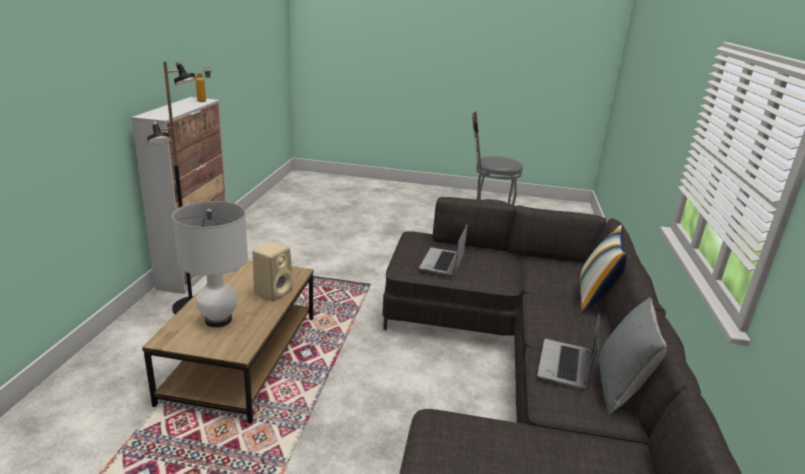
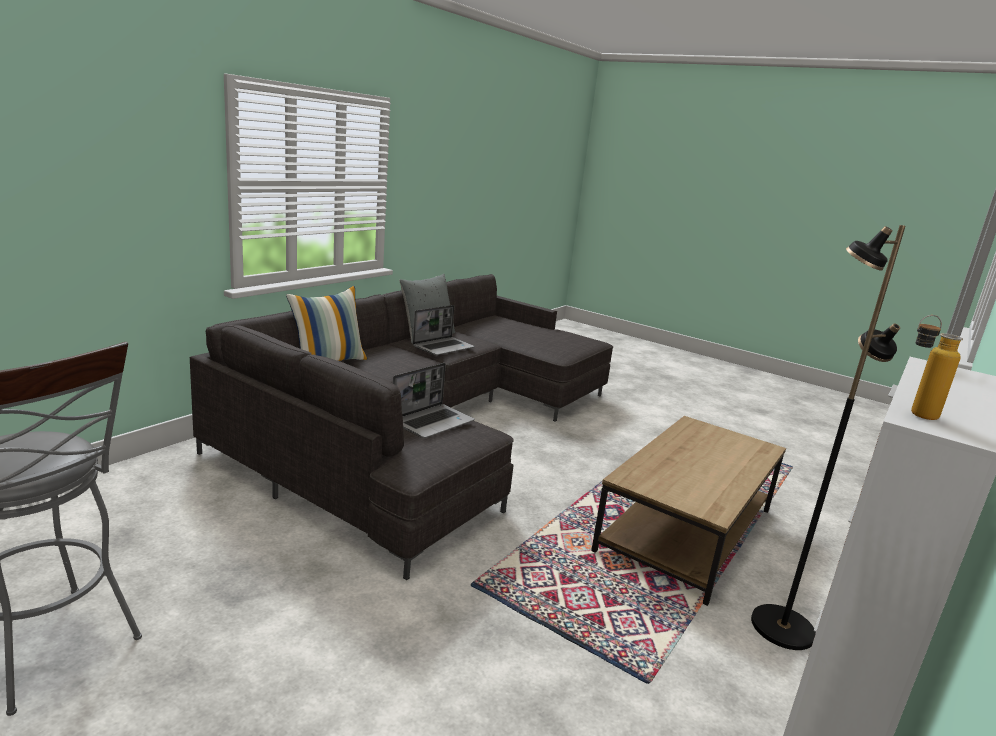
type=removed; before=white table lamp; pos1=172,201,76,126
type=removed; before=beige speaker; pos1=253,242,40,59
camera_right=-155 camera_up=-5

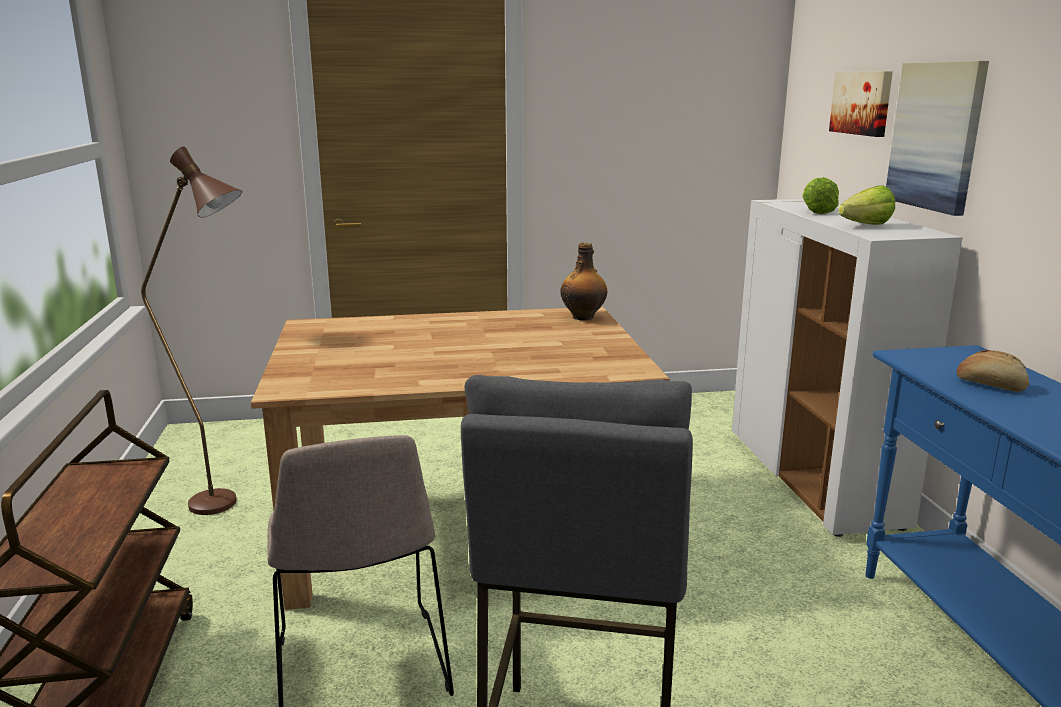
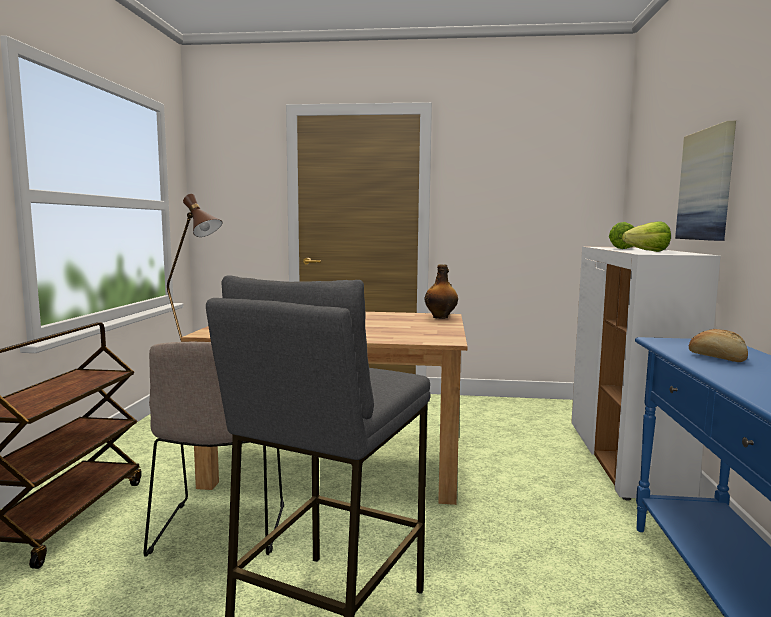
type=removed; before=picture; pos1=829,71,64,66
camera_right=15 camera_up=-10

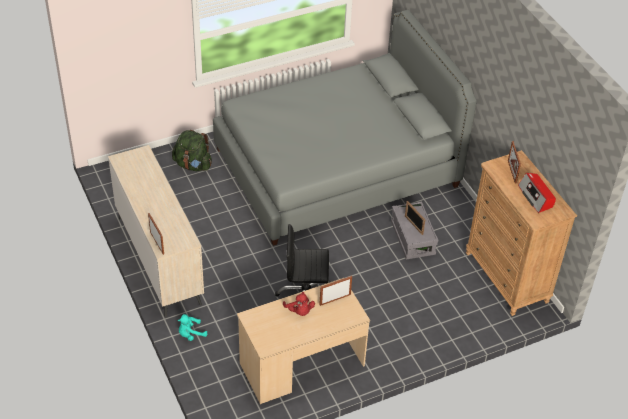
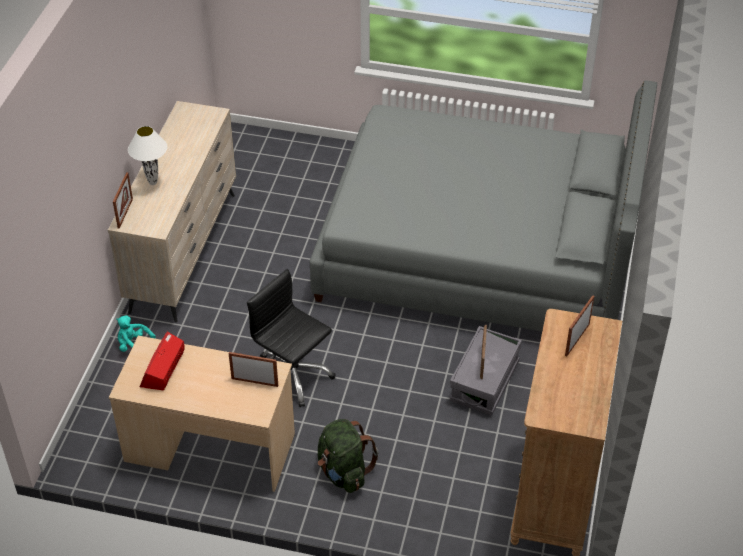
type=moved; before=green backpack; pos1=172,130,40,41; pos2=318,419,61,74
type=removed; before=red plush toy; pos1=283,292,32,24
type=moved; before=radio; pos1=518,173,38,40; pos2=140,332,45,59
type=added; after=white table lamp; pos2=128,126,40,59
camera_right=40 camera_up=0

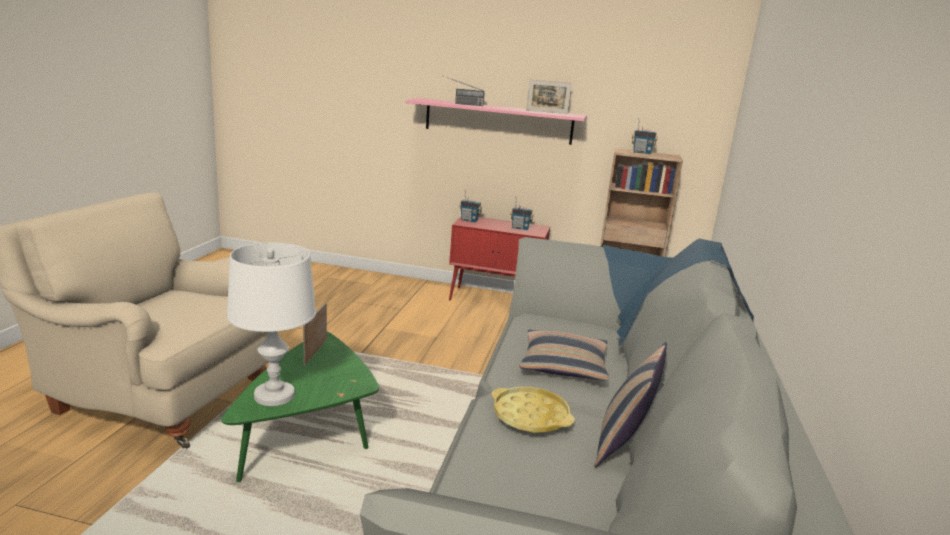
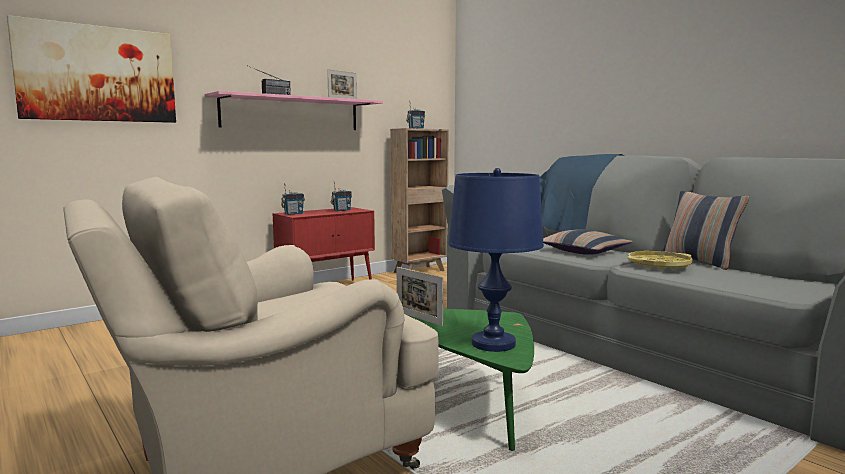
type=recoloured; before=white table lamp; after=blue table lamp; pos1=227,243,89,163; pos2=449,168,95,184
type=added; after=picture; pos2=7,15,169,108
camera_right=-50 camera_up=-10

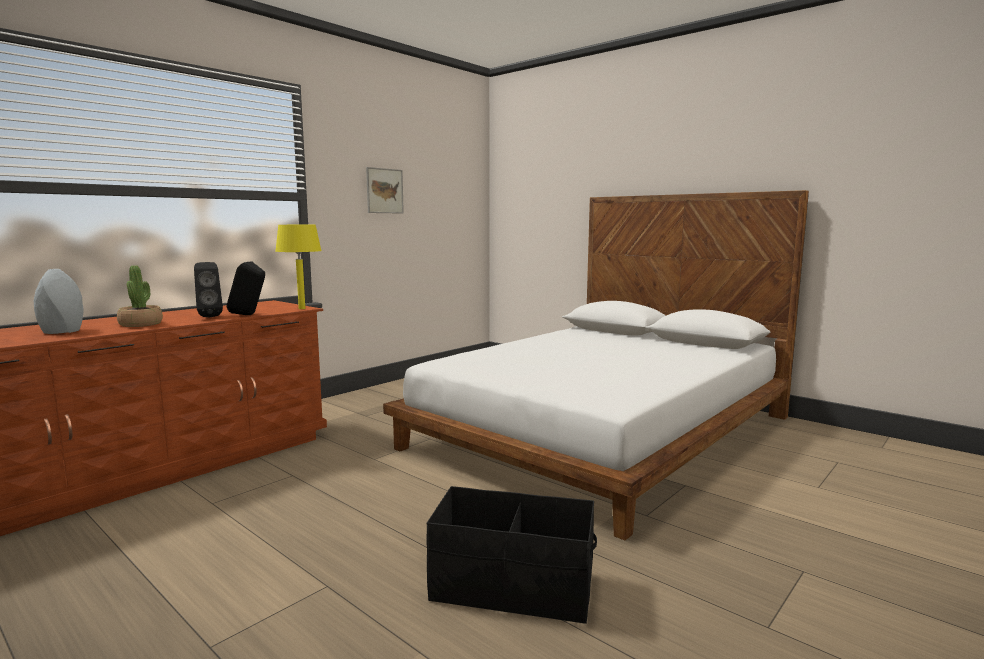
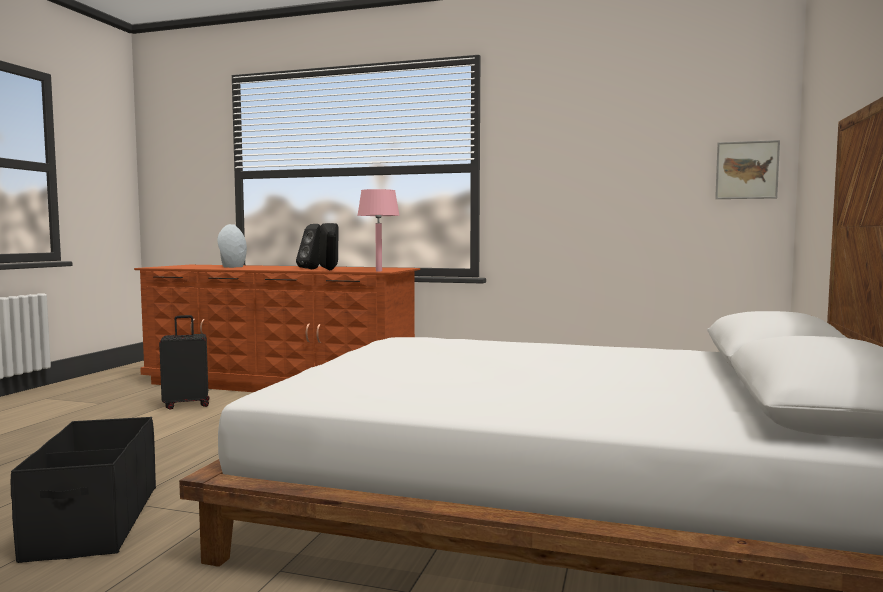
type=removed; before=potted plant; pos1=117,265,46,62
type=recoloured; before=yellow table lamp; after=pink table lamp; pos1=275,225,47,84; pos2=357,189,43,82
type=moved; before=picture; pos1=366,167,38,47; pos2=715,140,65,59
type=added; after=black suitcase; pos2=159,315,50,94
camera_right=65 camera_up=-5

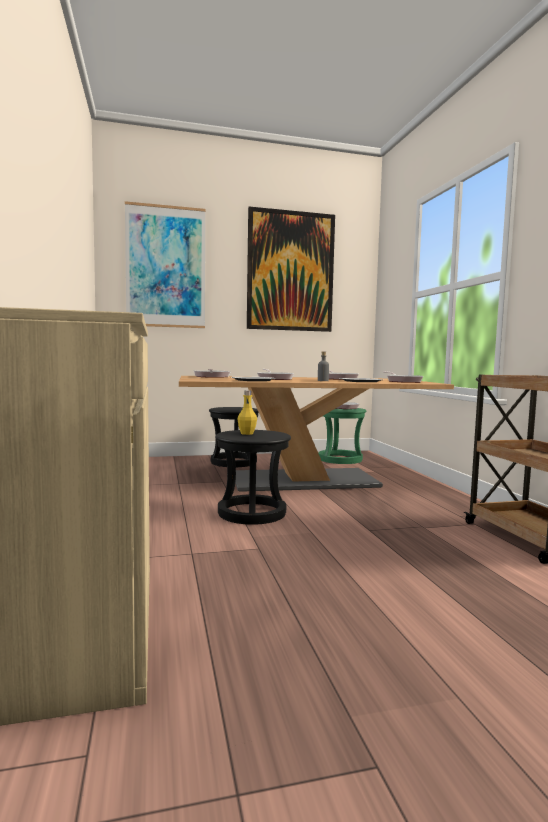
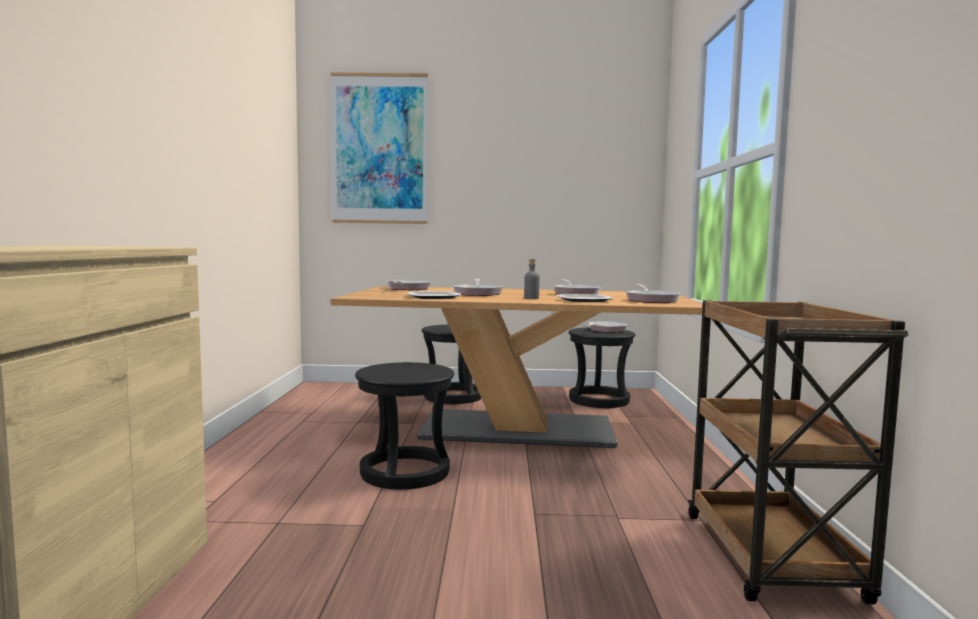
type=removed; before=yellow bottle; pos1=237,390,20,45
type=removed; before=picture; pos1=247,207,88,125
type=recoloured; before=green stool; after=black stool; pos1=318,408,48,56; pos2=568,327,67,81
camera_right=15 camera_up=0

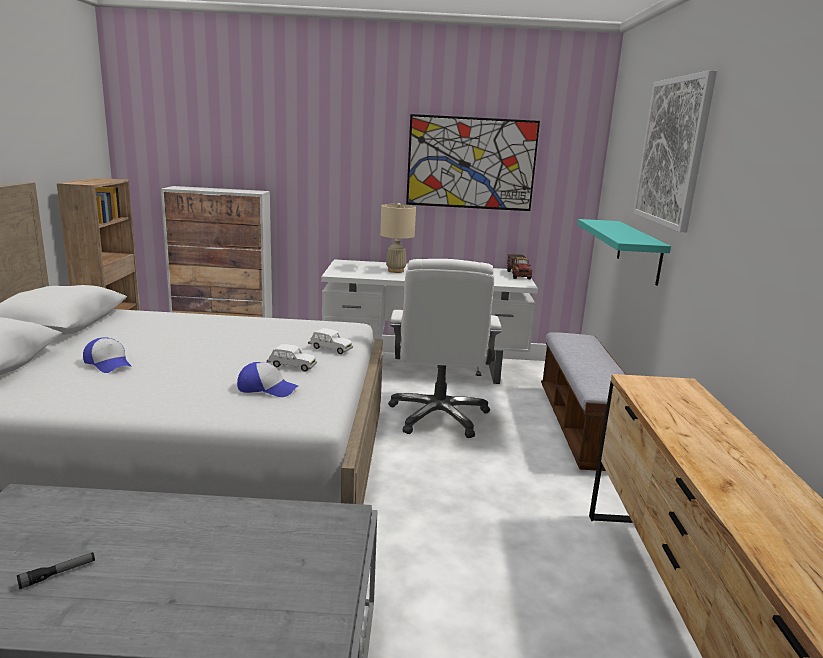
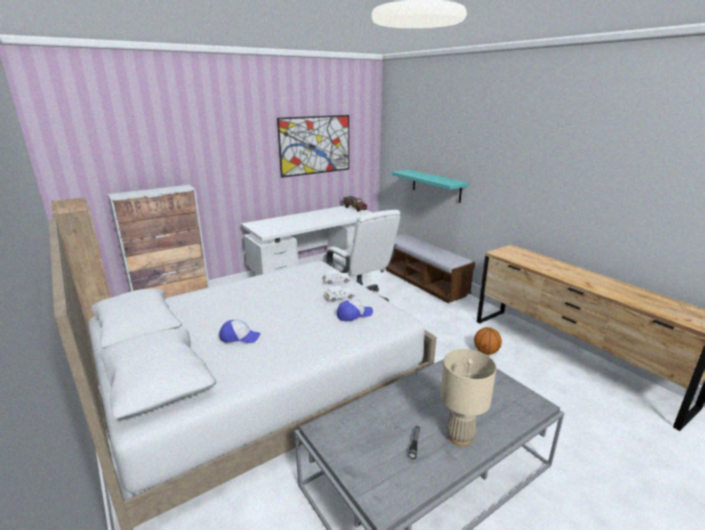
type=moved; before=beige table lamp; pos1=380,203,36,70; pos2=440,349,56,97
type=removed; before=picture; pos1=633,70,84,163
type=added; after=basketball; pos2=474,327,28,28
camera_right=-35 camera_up=5

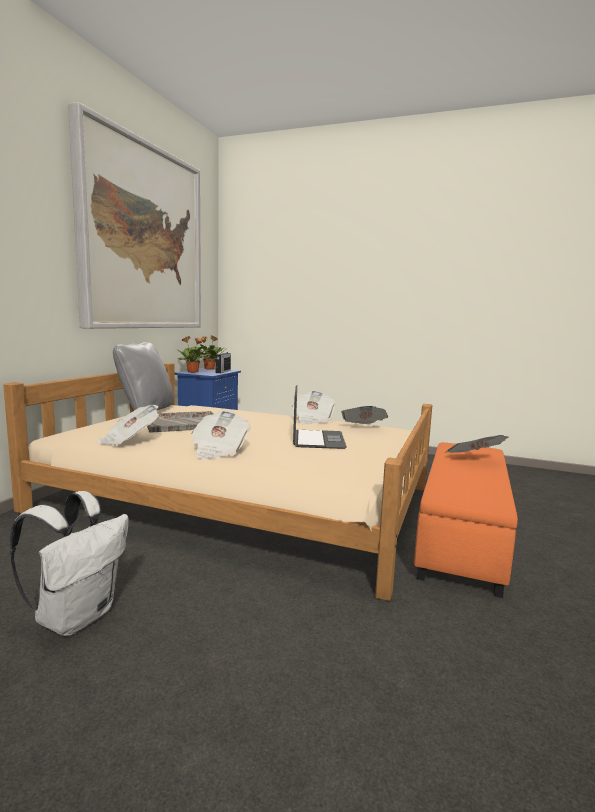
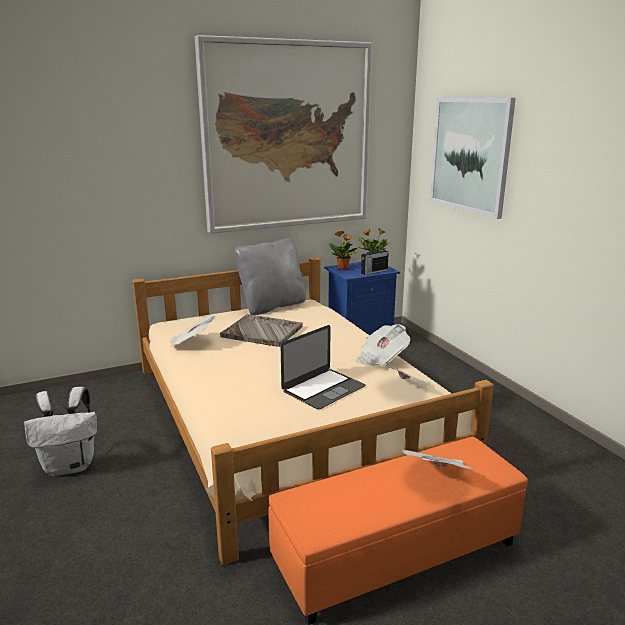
type=removed; before=newspaper; pos1=191,411,60,48
type=added; after=picture; pos2=430,97,86,122
camera_right=45 camera_up=10

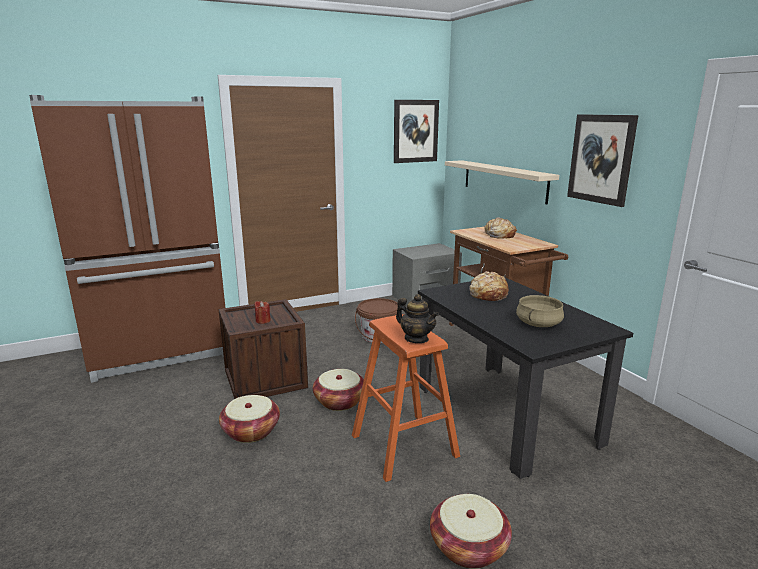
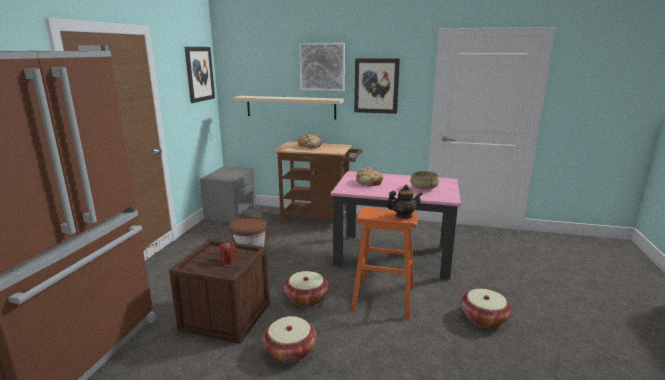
type=recoloured; before=black dining table; after=pink dining table; pos1=418,278,215,201; pos2=331,171,130,108
type=added; after=picture; pos2=299,43,46,48
camera_right=-50 camera_up=0

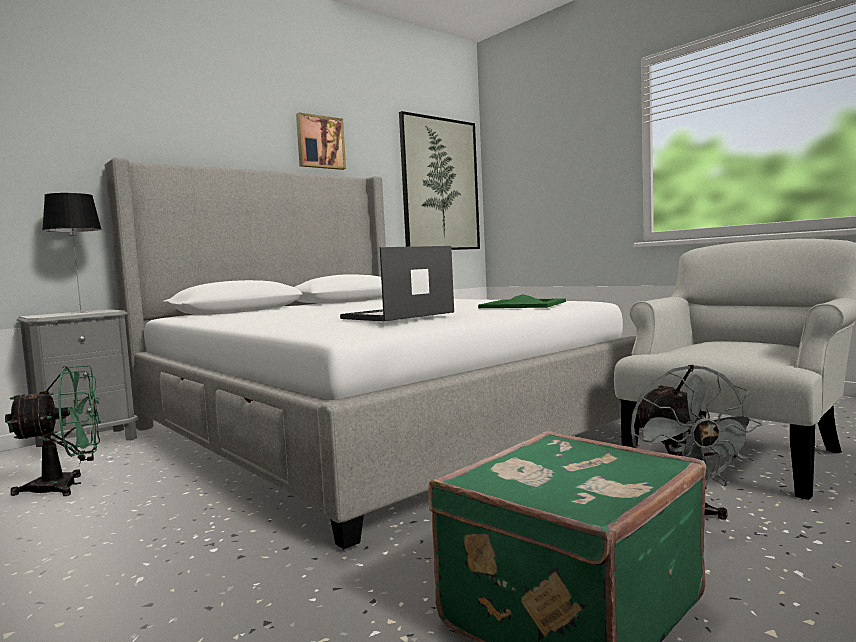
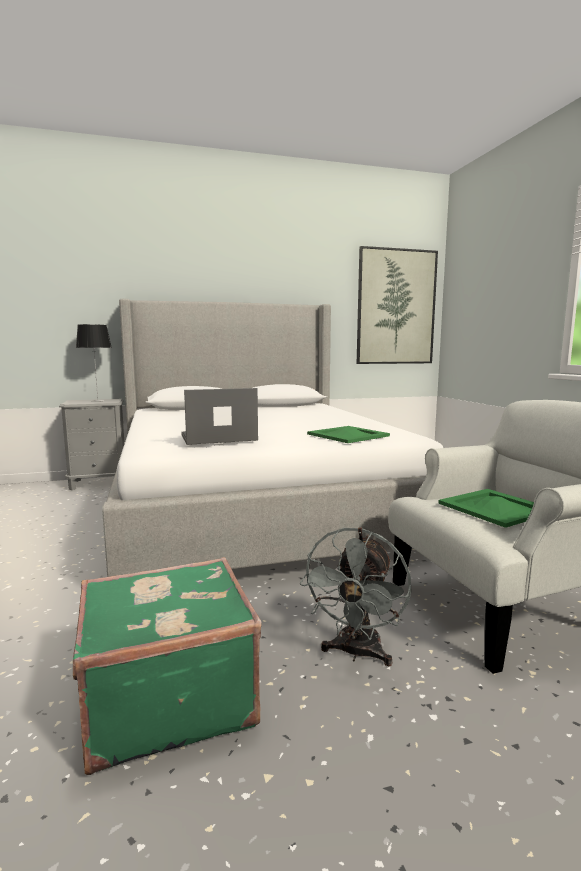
type=removed; before=green fan; pos1=5,365,96,131
type=removed; before=picture; pos1=296,112,50,58
type=added; after=green tray; pos2=438,489,96,39
camera_right=25 camera_up=5

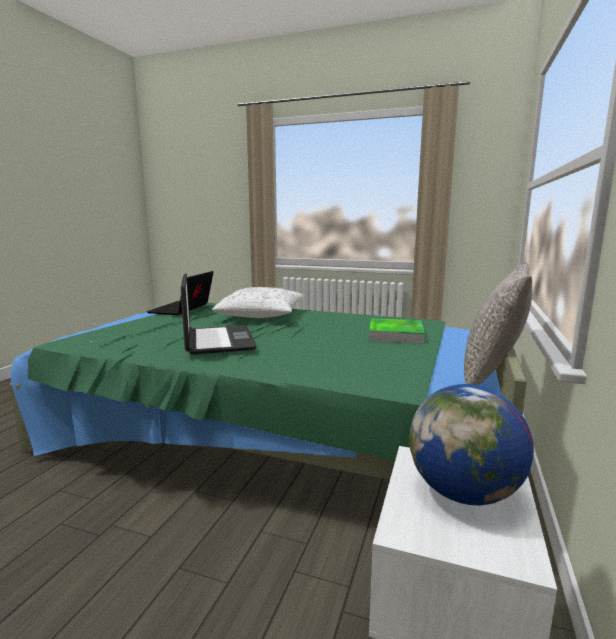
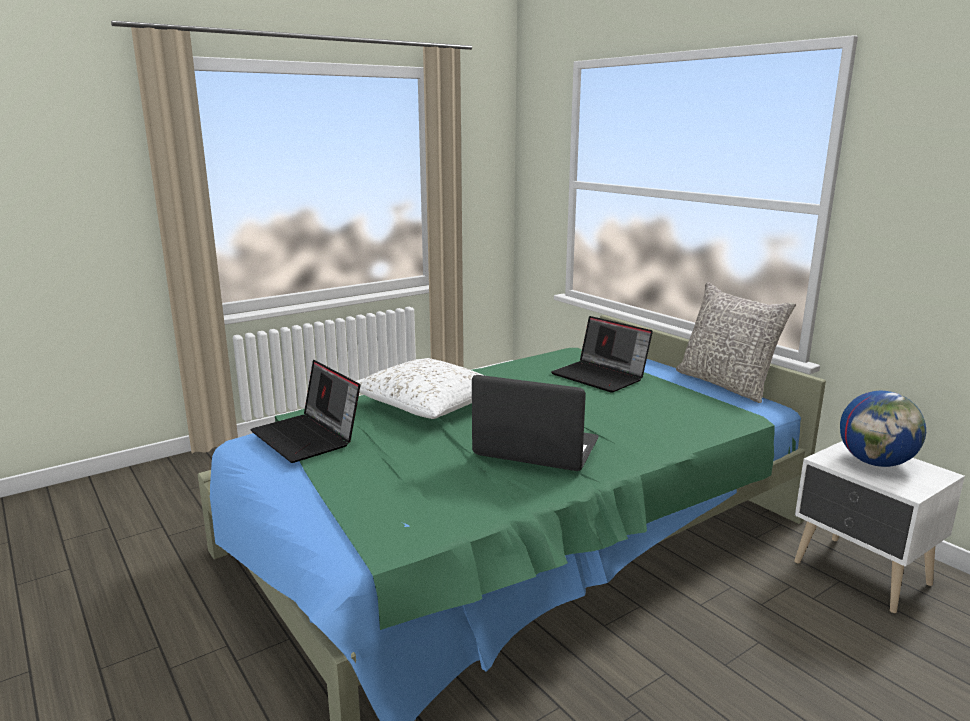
type=replaced; before=tray; after=laptop; pos1=369,318,56,26; pos2=551,316,102,77
camera_right=-55 camera_up=5

